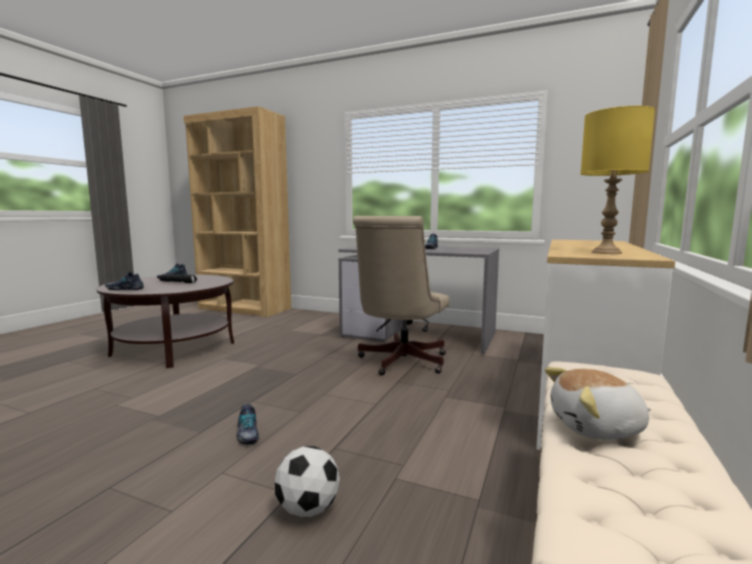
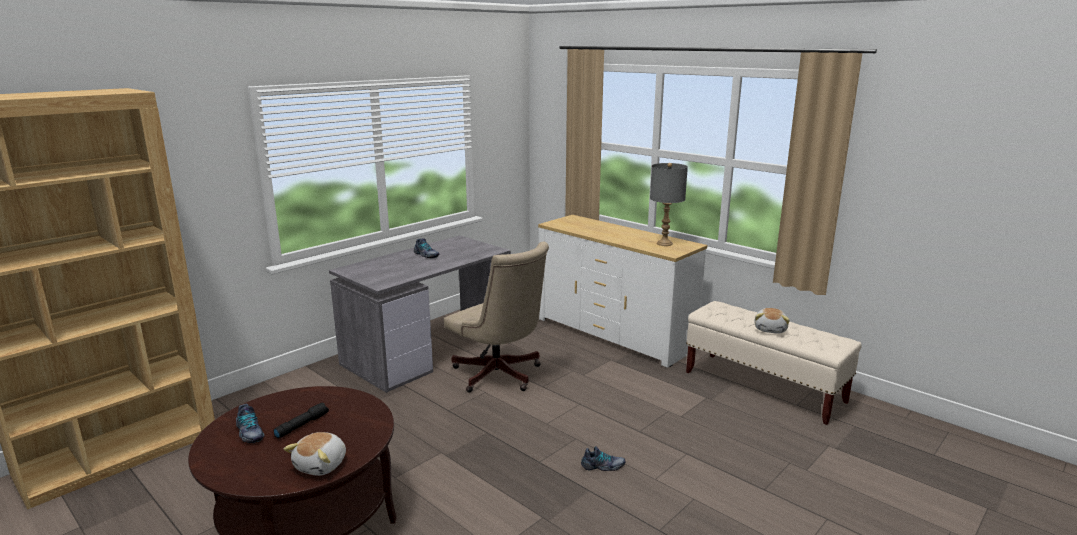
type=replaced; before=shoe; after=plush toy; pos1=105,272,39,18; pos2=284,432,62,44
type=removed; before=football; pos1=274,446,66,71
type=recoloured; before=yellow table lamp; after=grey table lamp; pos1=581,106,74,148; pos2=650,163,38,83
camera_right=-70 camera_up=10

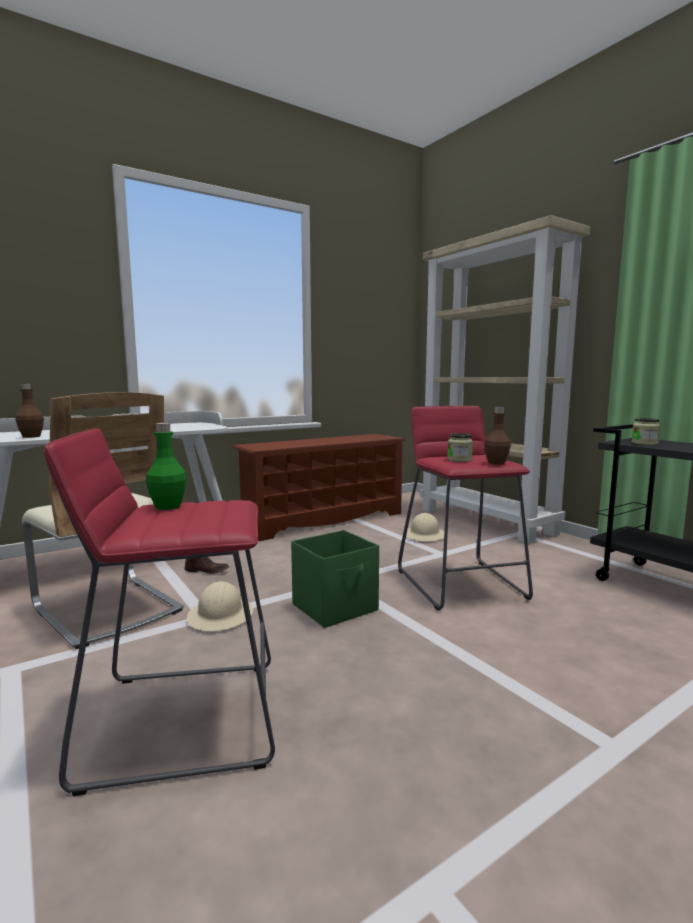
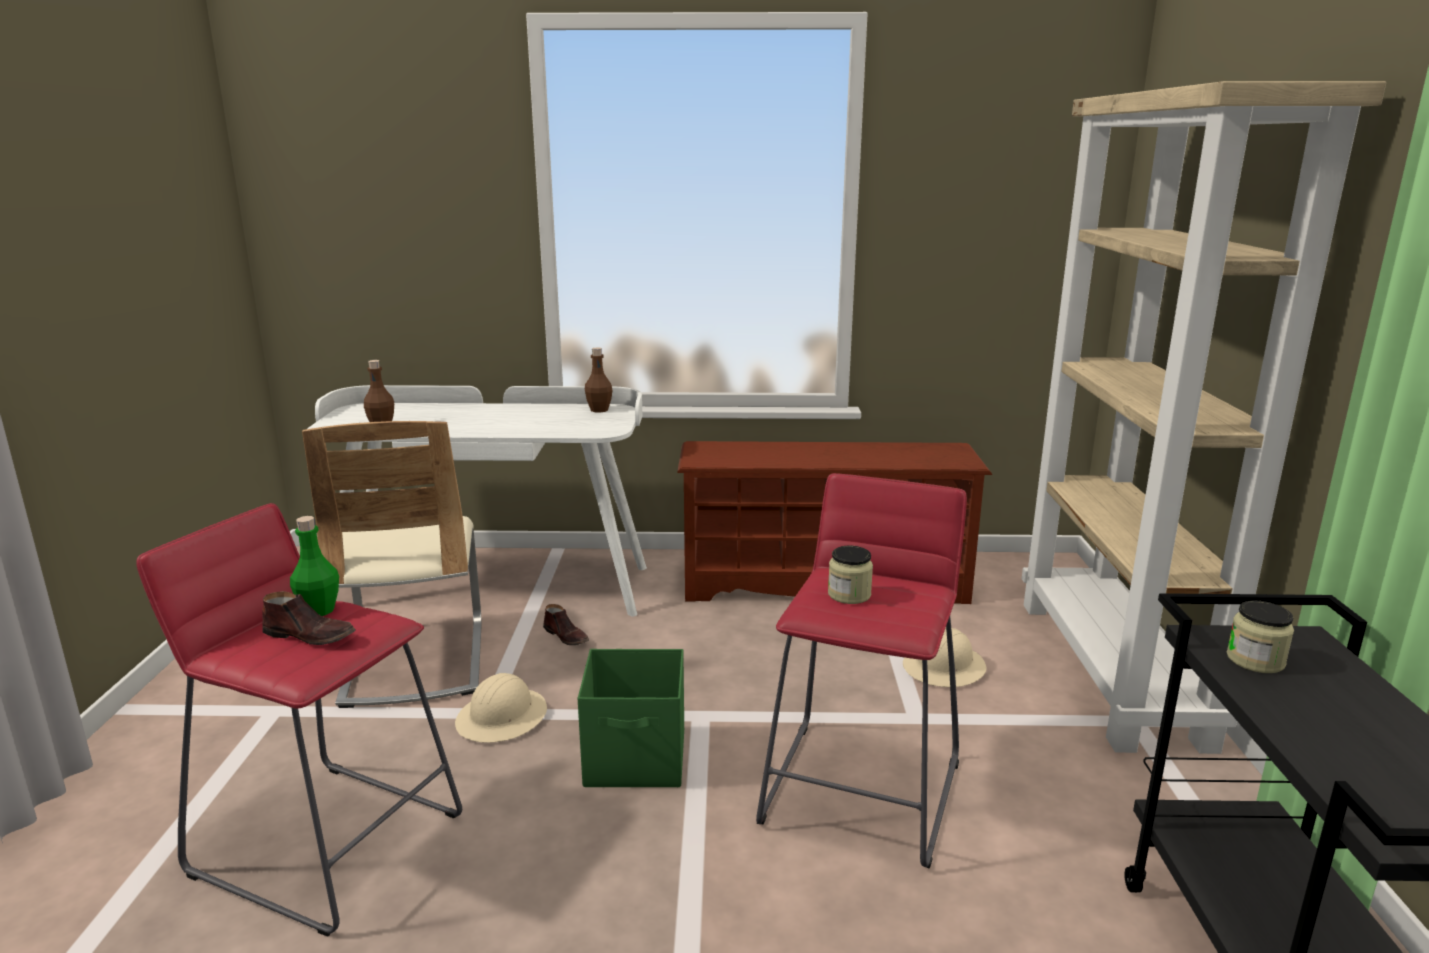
type=moved; before=brown bottle; pos1=484,407,27,58; pos2=585,348,28,65
type=added; after=brown shoe; pos2=262,591,94,54
camera_right=35 camera_up=10

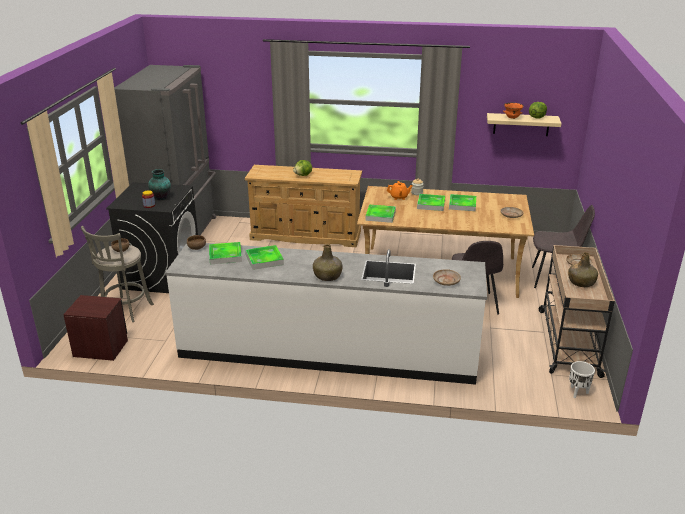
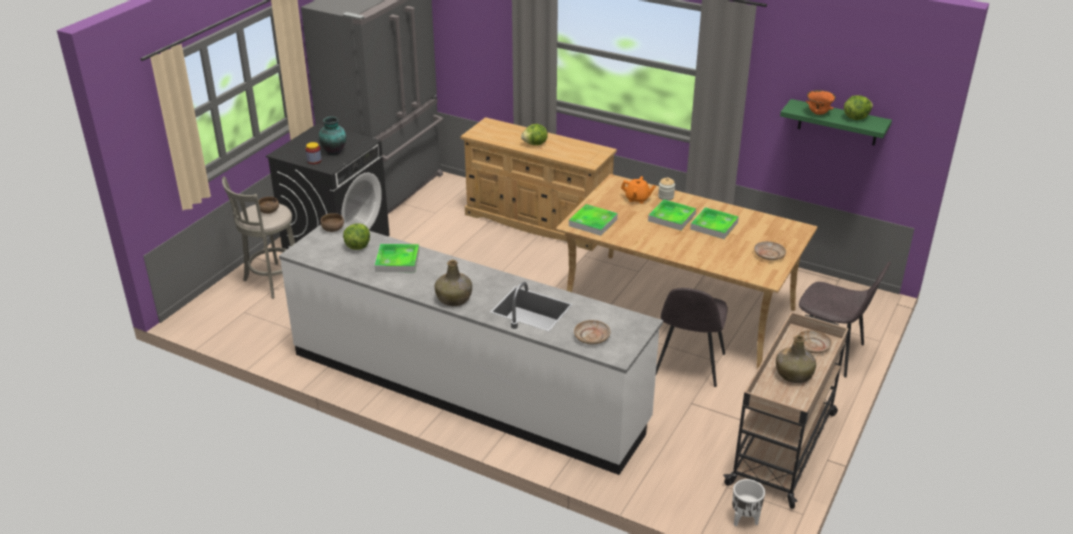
type=removed; before=brown nightstand; pos1=63,295,65,66
type=replaced; before=tray; after=lettuce; pos1=209,242,33,23; pos2=343,223,27,27
type=recoloured; before=beige shelf; after=green shelf; pos1=487,113,75,23; pos2=780,99,112,47
camera_right=20 camera_up=5

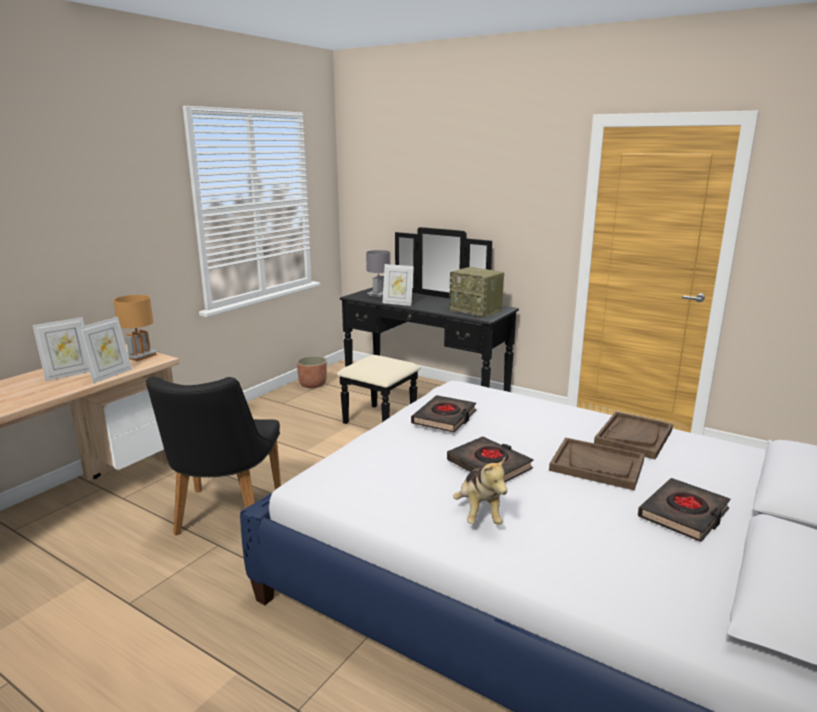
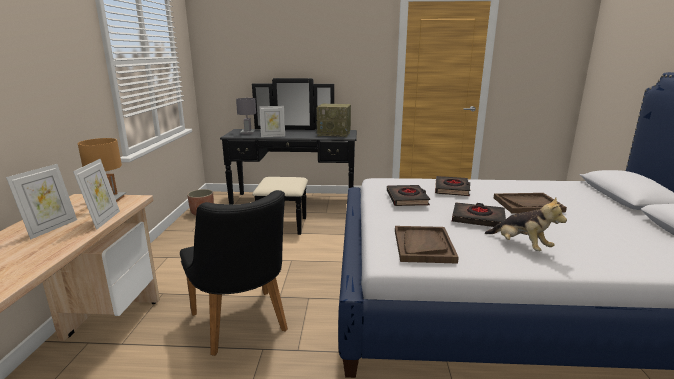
type=moved; before=brown tray; pos1=594,411,79,49; pos2=395,226,64,38
type=moved; before=black book; pos1=638,478,92,64; pos2=435,176,35,20
camera_right=-30 camera_up=0

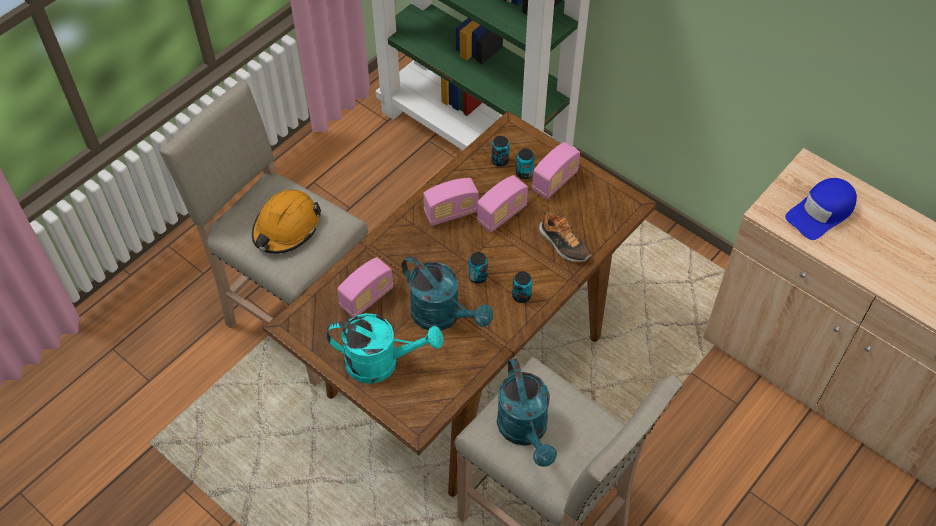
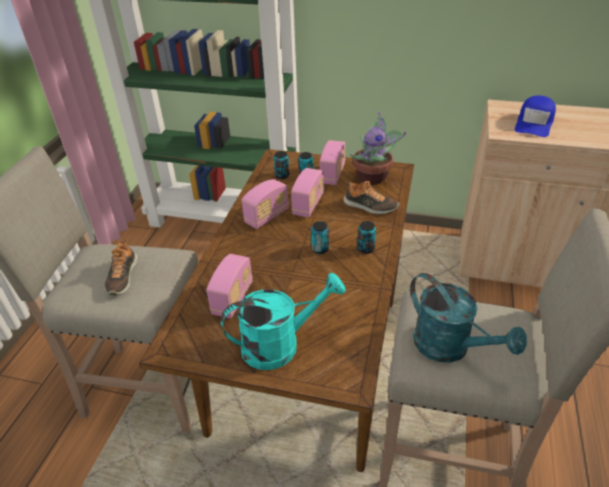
type=replaced; before=orange hard hat; after=shoe; pos1=252,189,69,65; pos2=105,240,33,55
type=removed; before=turquoise watering can; pos1=402,256,91,75
type=added; after=potted plant; pos2=350,111,56,74
camera_right=-25 camera_up=-15

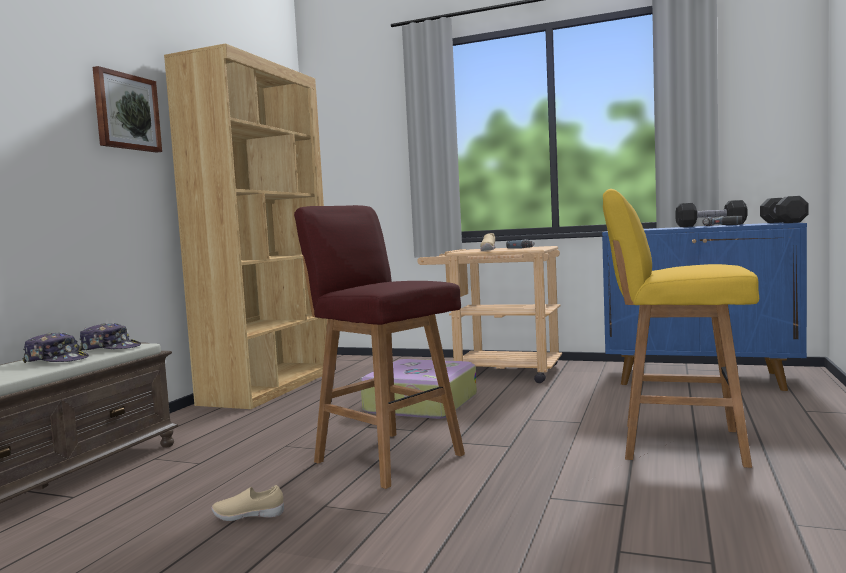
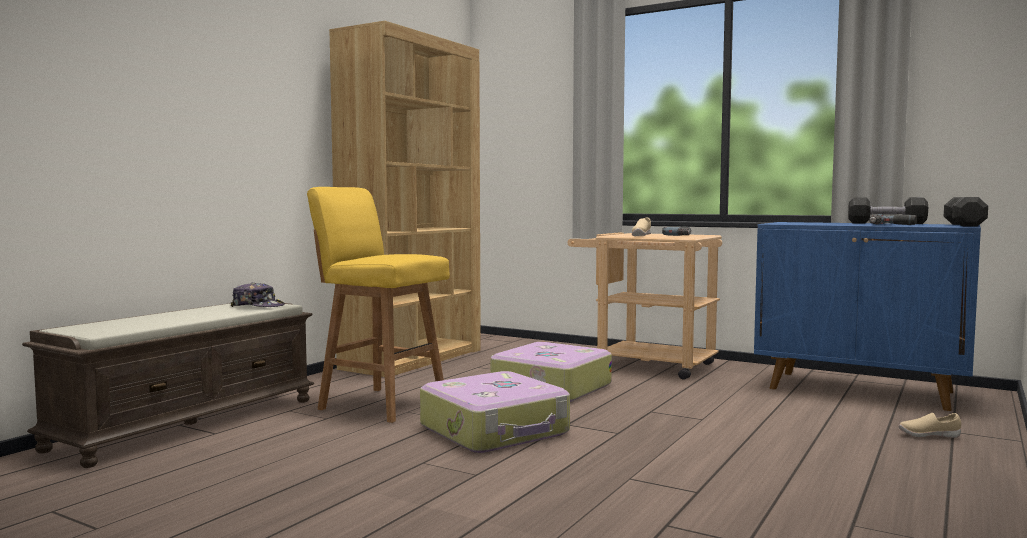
type=removed; before=cap; pos1=22,332,67,31
type=removed; before=picture; pos1=93,66,69,87
type=moved; before=beige shoe; pos1=211,485,73,36; pos2=899,413,63,25
type=replaced; before=red stool; after=suitcase; pos1=294,205,171,284; pos2=420,371,150,82
type=moved; before=yellow stool; pos1=603,189,156,279; pos2=307,187,143,236
camera_right=10 camera_up=0

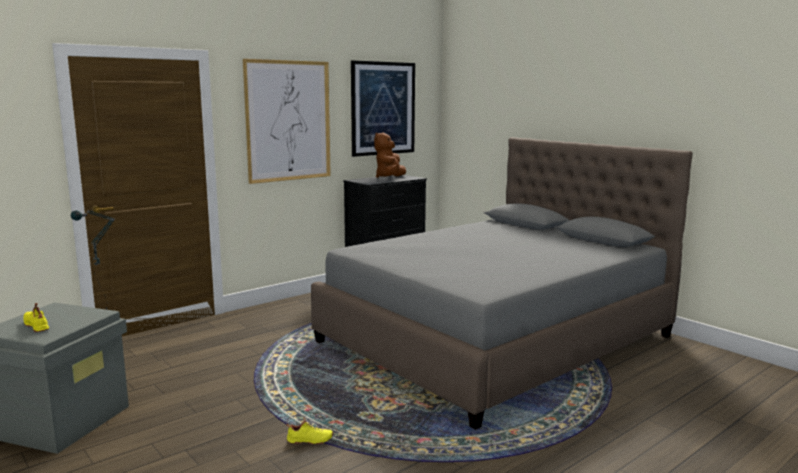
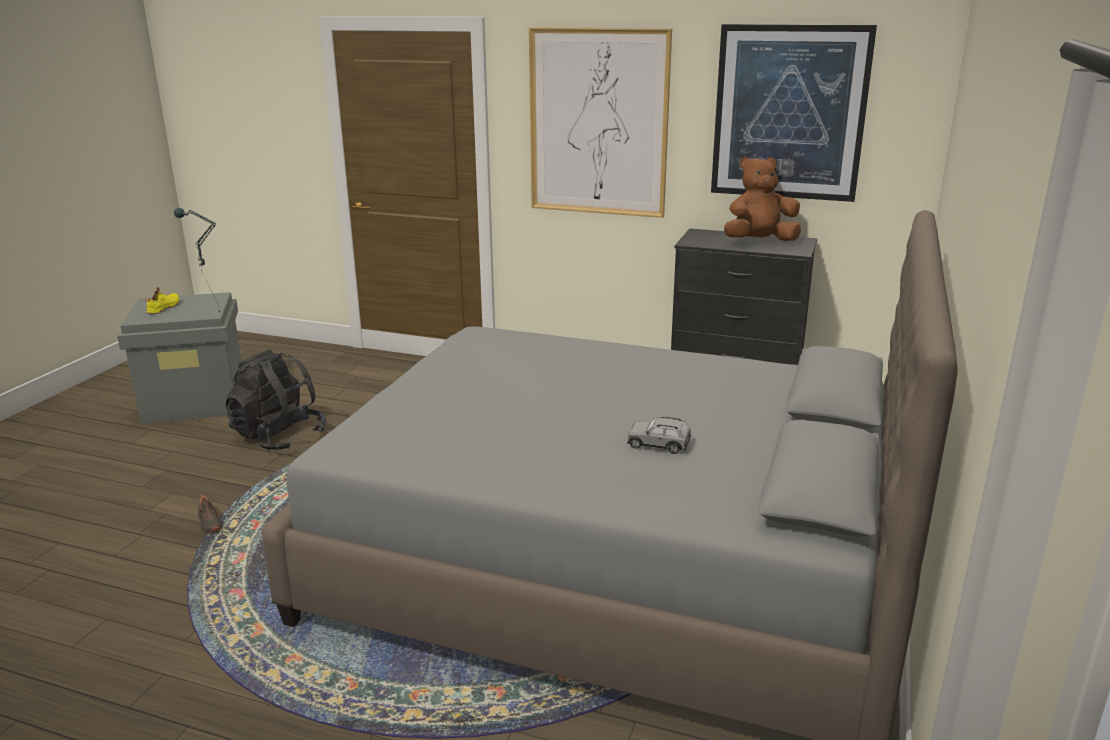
type=recoloured; before=yellow shoe; after=black shoe; pos1=287,418,46,26; pos2=198,494,25,39
type=added; after=black backpack; pos2=226,349,101,101
type=added; after=grey toy car; pos2=627,417,64,37
camera_right=60 camera_up=10

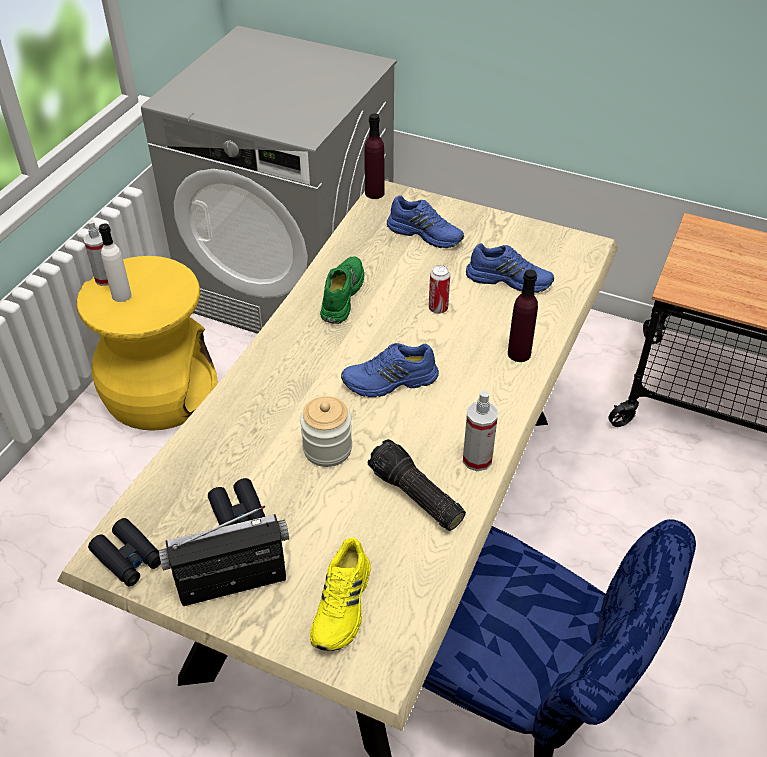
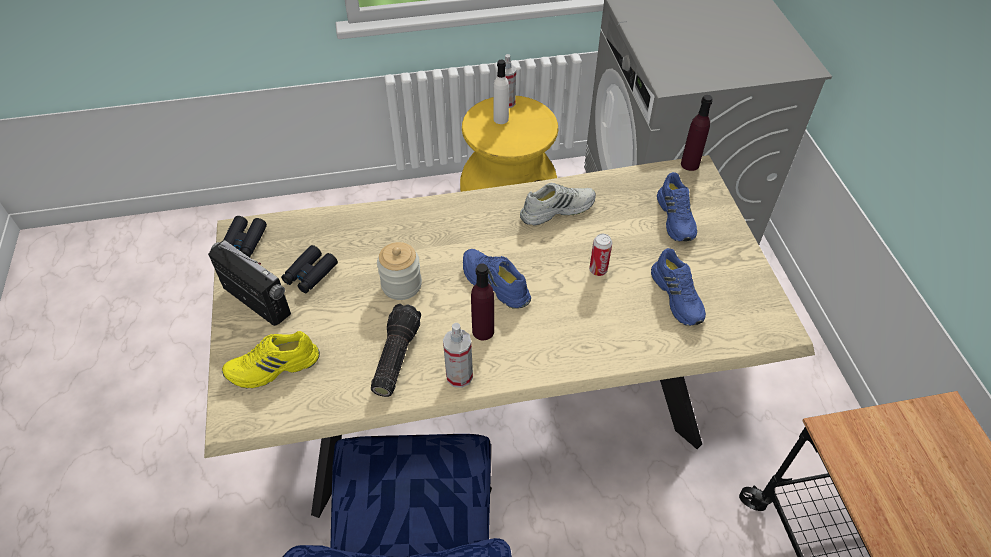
type=recoloured; before=green shoe; after=white shoe; pos1=320,257,44,67; pos2=520,183,76,42
type=moved; before=purple bottle; pos1=508,269,30,93; pos2=471,264,23,76
camera_right=55 camera_up=5

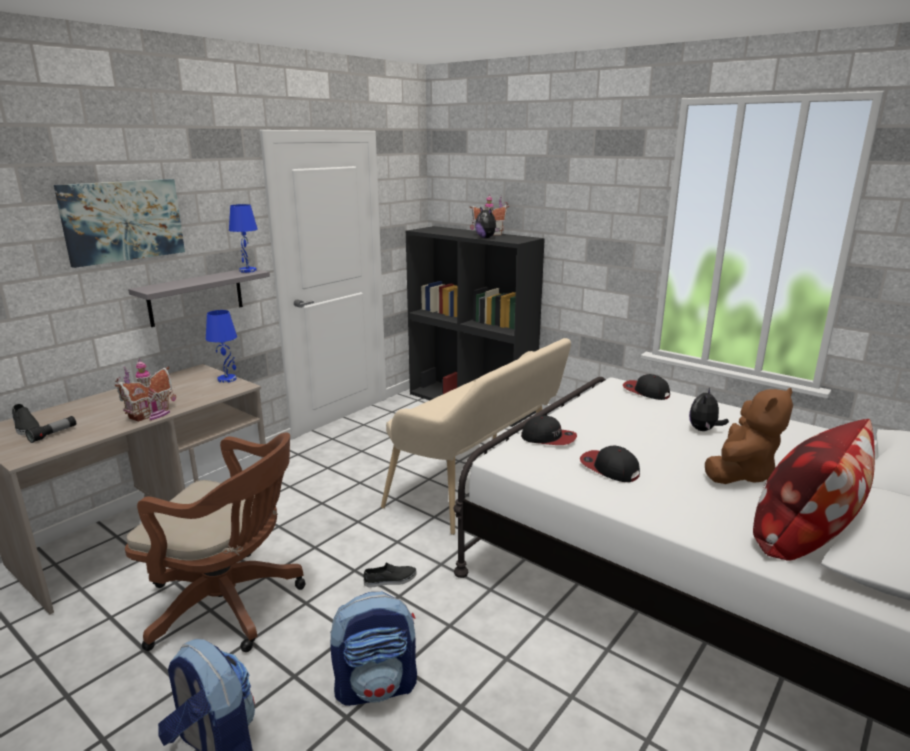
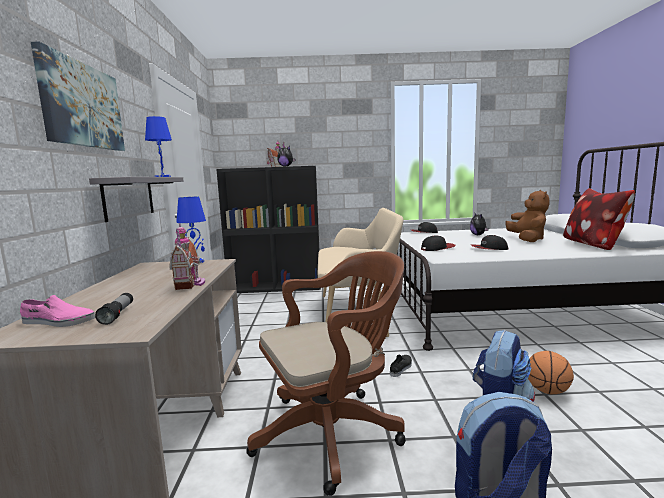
type=recoloured; before=black shoe; after=pink shoe; pos1=12,404,28,31; pos2=20,295,75,32
type=added; after=basketball; pos2=528,351,46,43
camera_right=-40 camera_up=-10

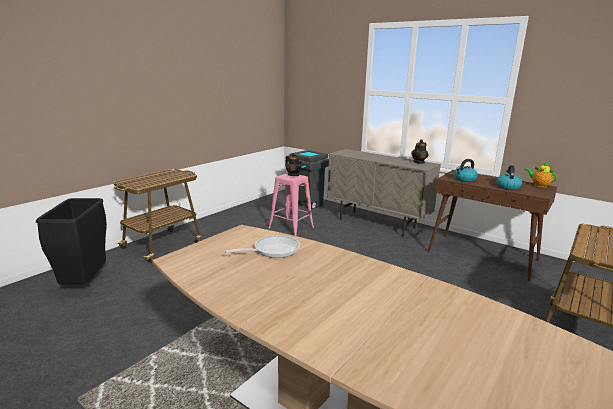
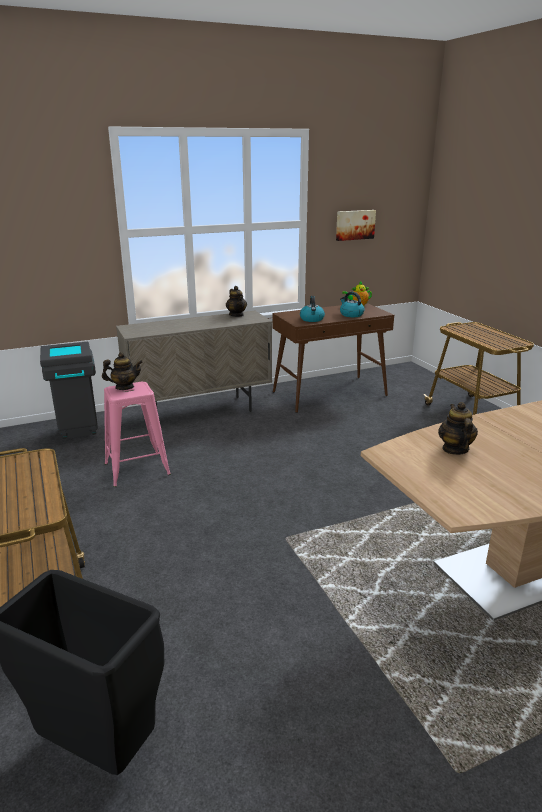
type=replaced; before=frying pan; after=teapot; pos1=225,235,75,23; pos2=438,402,40,53
type=added; after=picture; pos2=336,210,40,31
camera_right=-60 camera_up=5

